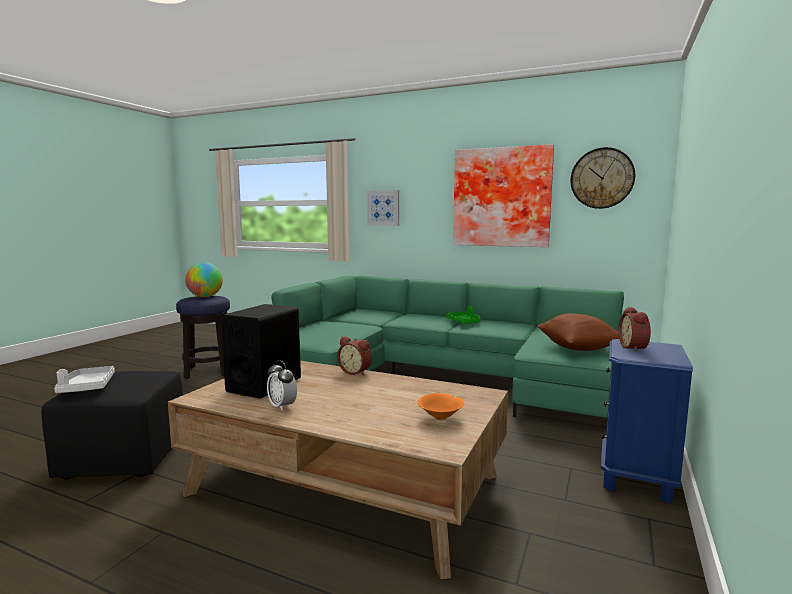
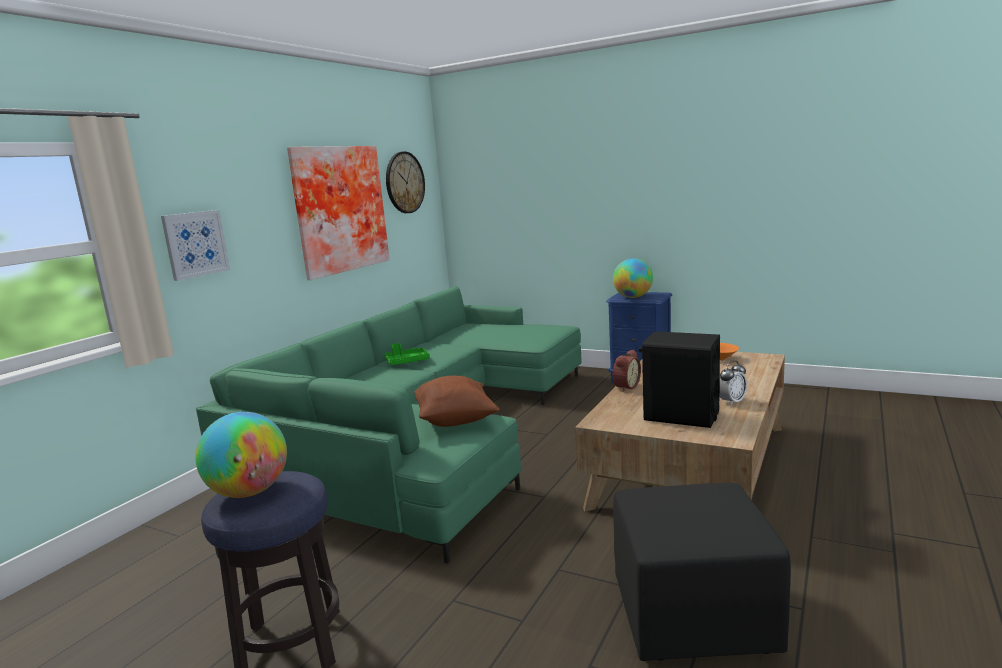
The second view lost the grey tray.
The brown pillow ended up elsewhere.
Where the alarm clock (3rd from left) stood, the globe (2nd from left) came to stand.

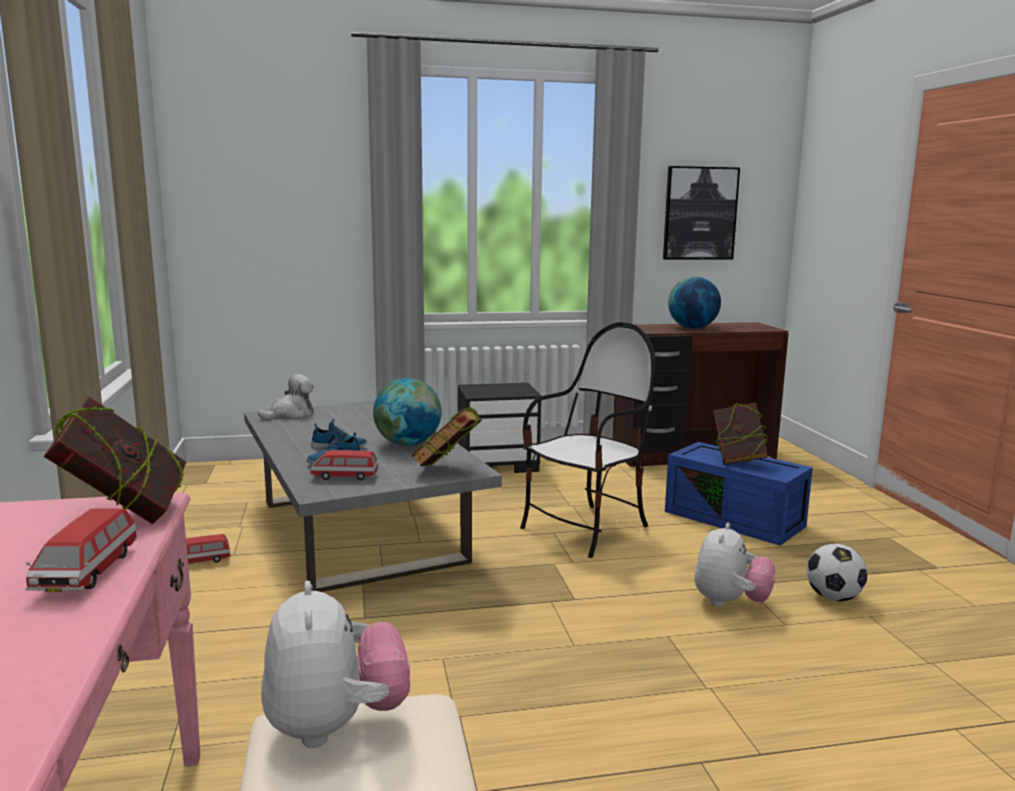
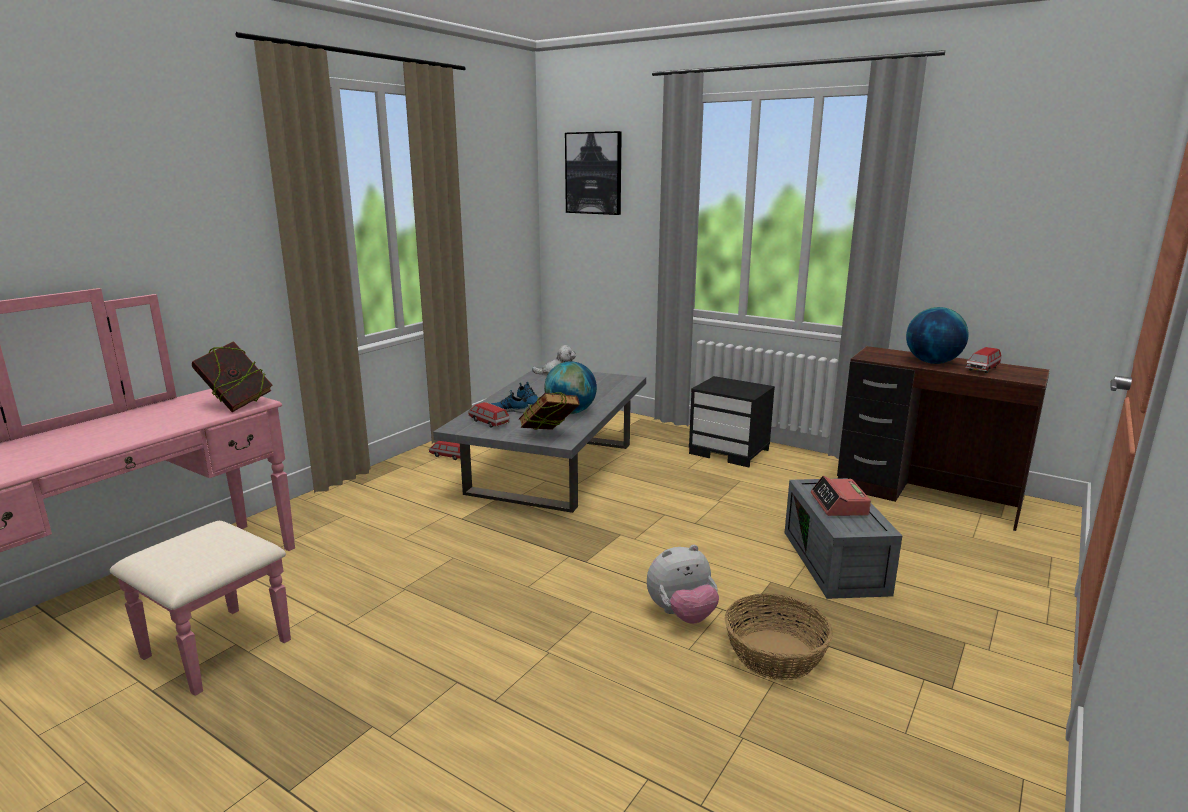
The second view lost the plush toy (2nd from left).
The second view lost the chair.
The toy car (1st from left in the first image) ended up elsewhere.
The picture ended up elsewhere.
Where the book (3rd from left) stood, the alarm clock came to stand.
Where the football stood, the basket came to stand.
What was the blue storage box turned into the grey storage box.

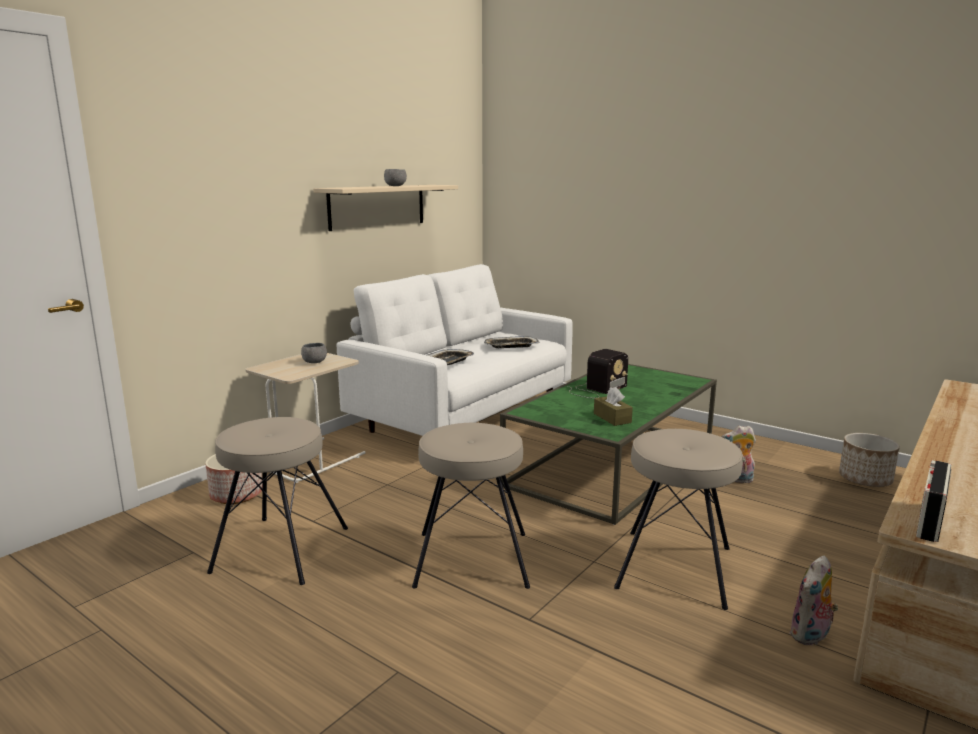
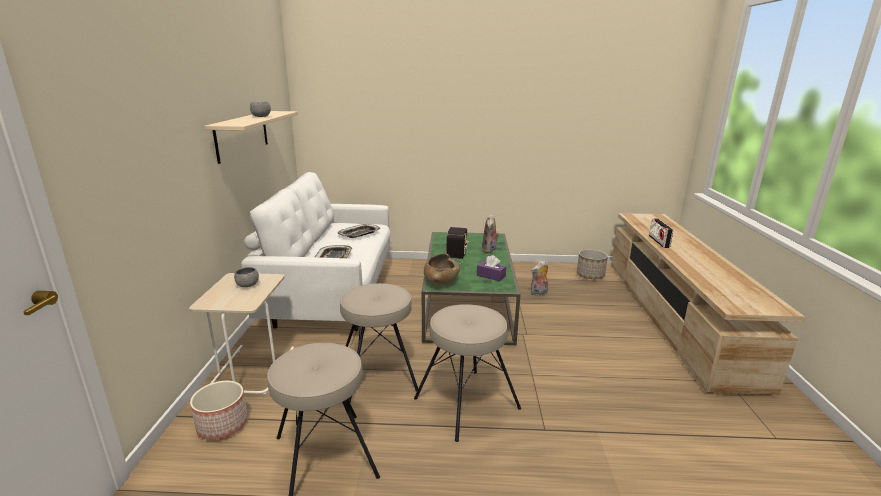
The second view gained the brown bowl.
The beige stool (3rd from left in the first image) ended up elsewhere.
The plush toy (2nd from left in the first image) ended up elsewhere.
The radio (2nd from left) ended up elsewhere.
What was the brown tissue box turned into the purple tissue box.

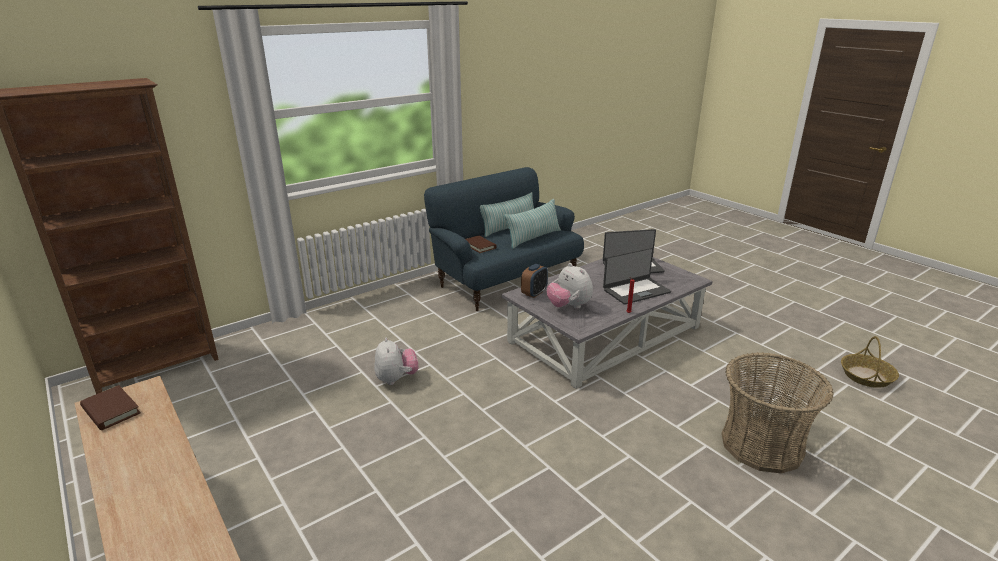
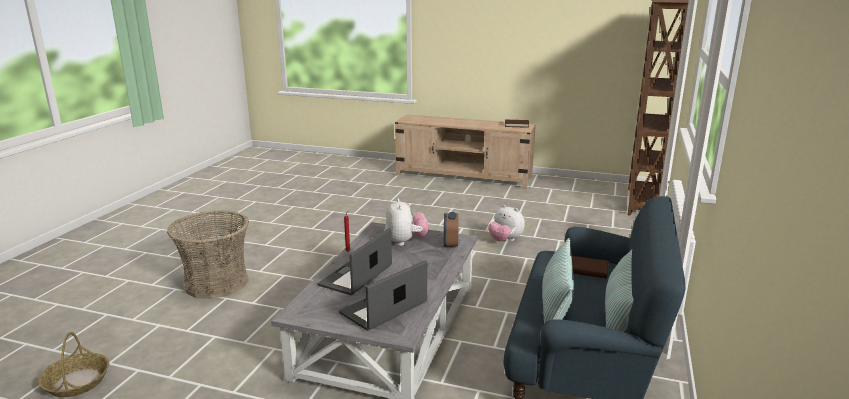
The plush toy (2nd from left in the first image) ended up facing another way, 60 degrees clockwise from before.

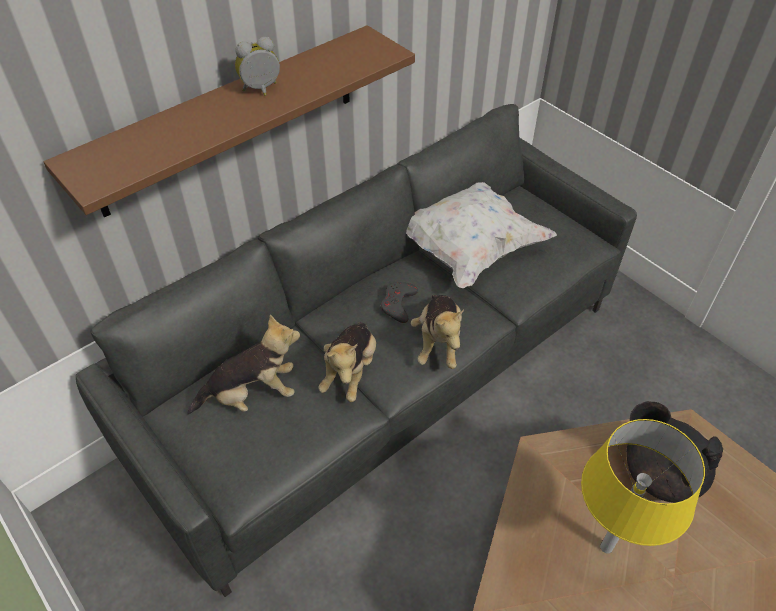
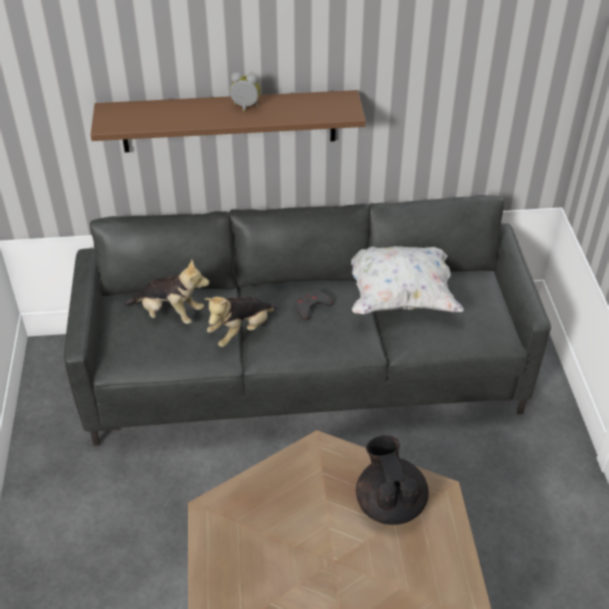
The second view lost the plush toy (3rd from left).
The second view lost the yellow table lamp.

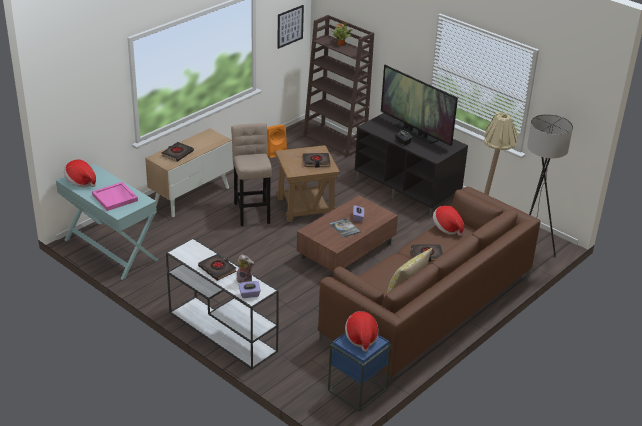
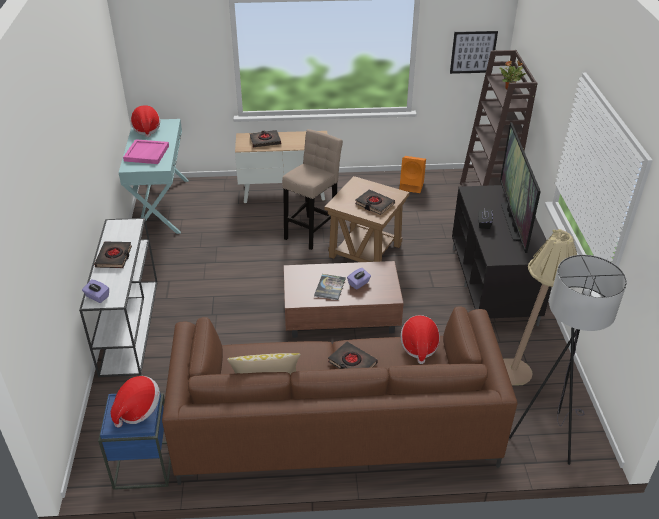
The second view lost the plush toy.

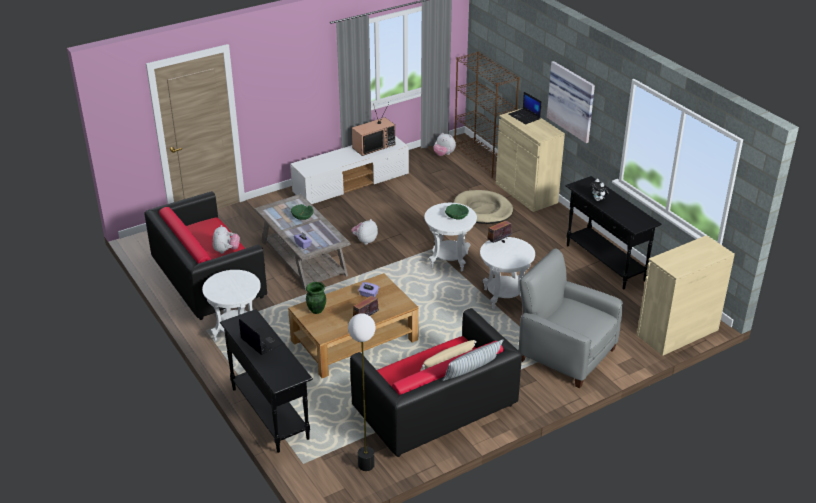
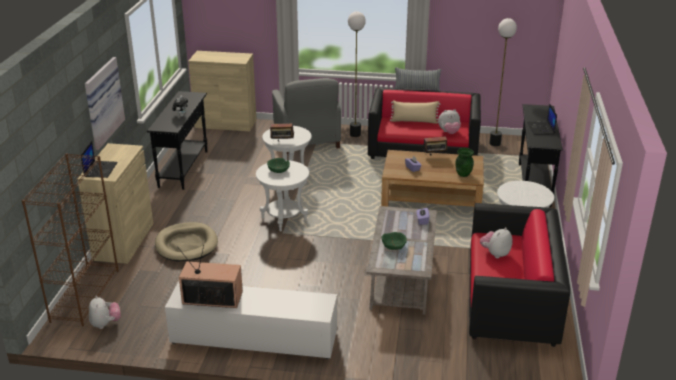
The second view gained the floor lamp (1st from left).
The plush toy (2nd from left in the first image) ended up elsewhere.

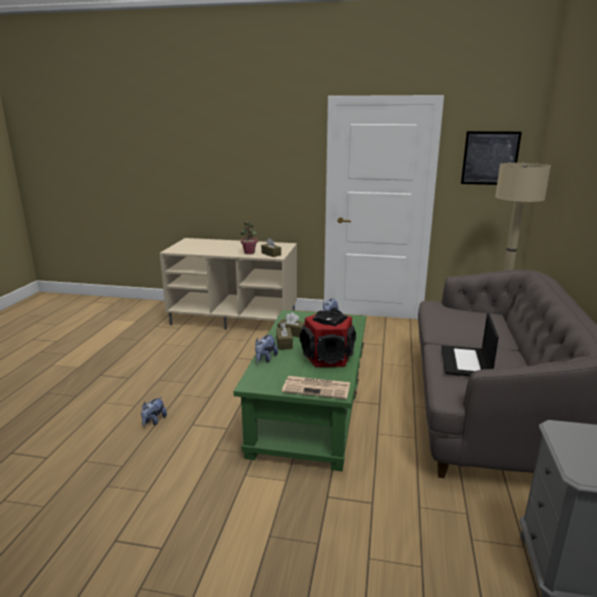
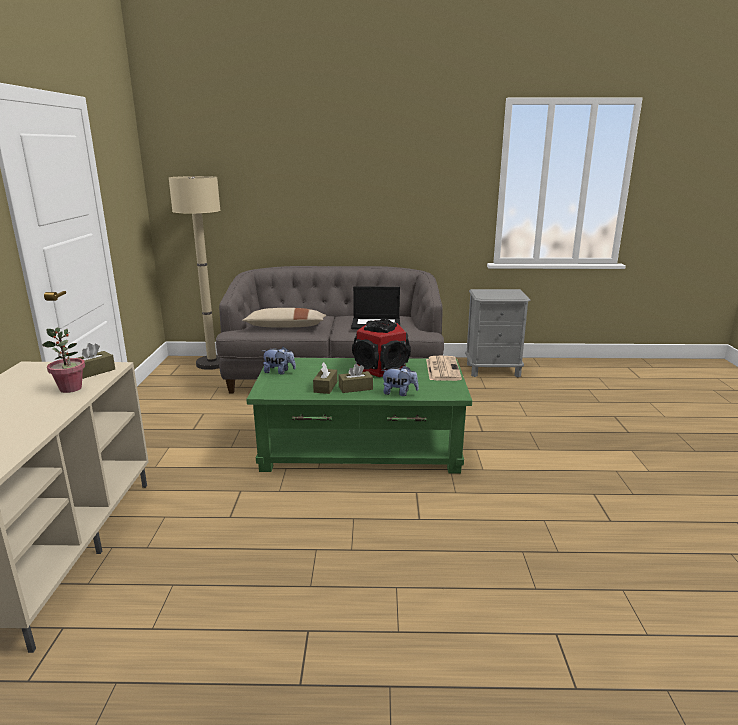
The second view lost the plush toy (1st from left).
The second view lost the picture.
The second view gained the beige pillow.

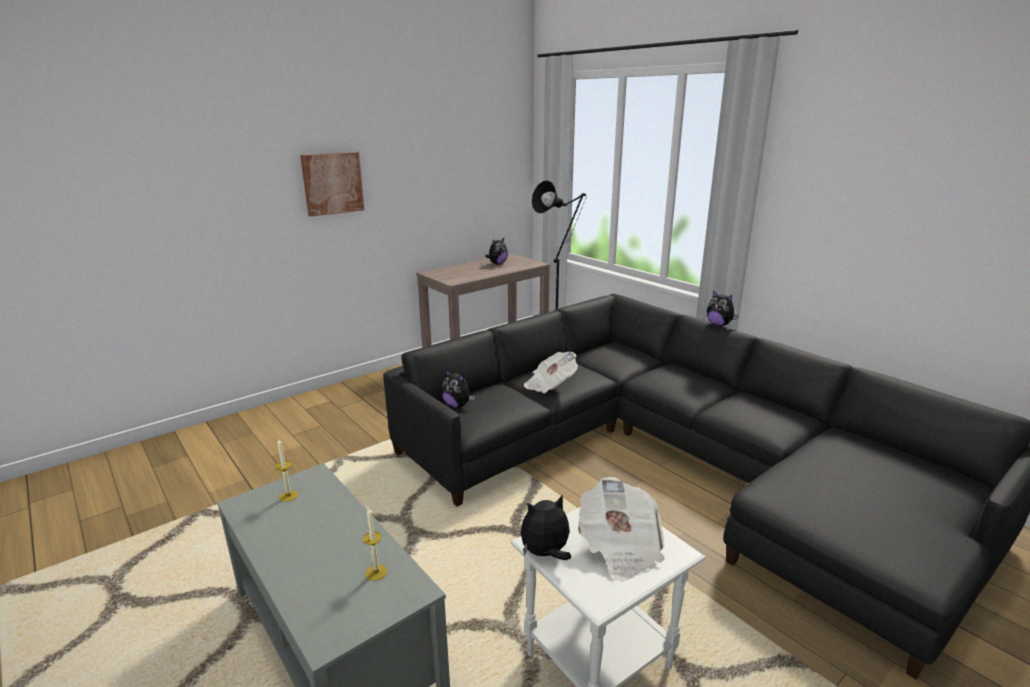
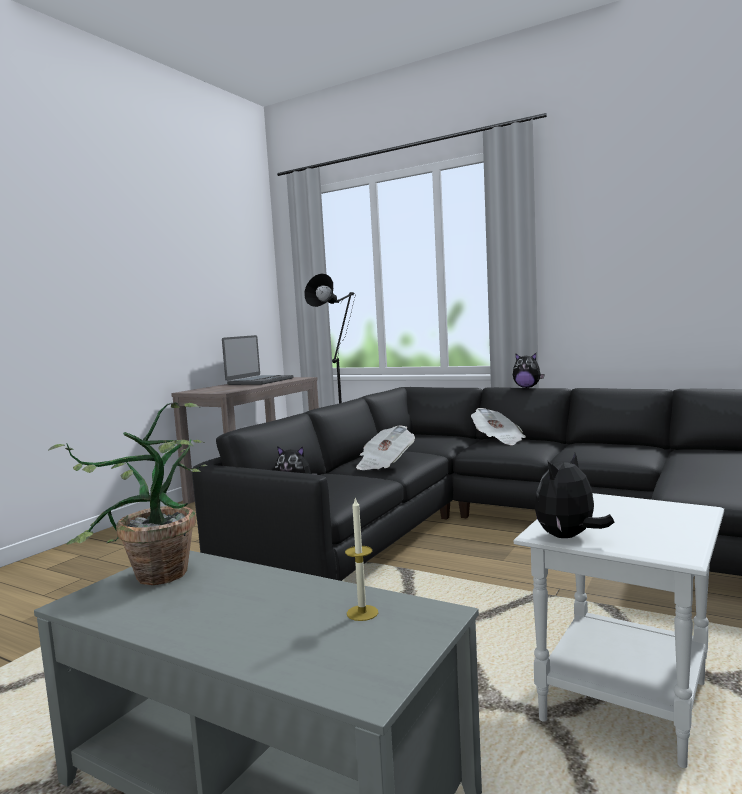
The second view lost the picture.
The newspaper (2nd from left) ended up elsewhere.
Where the candle (1st from left) stood, the potted plant came to stand.
Where the plush toy (2nd from left) stood, the laptop came to stand.

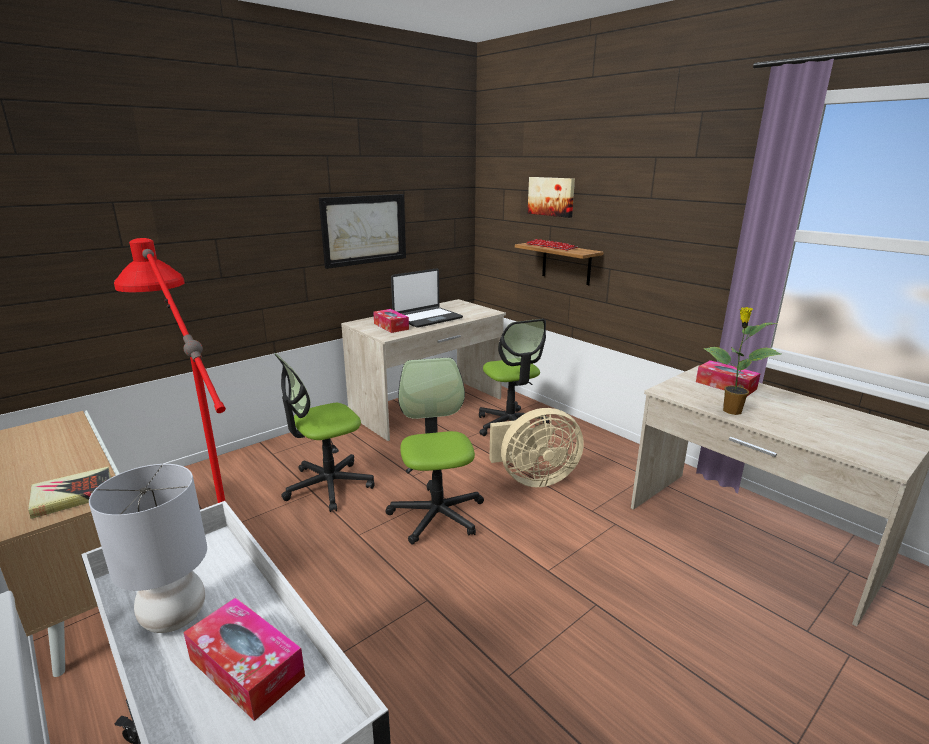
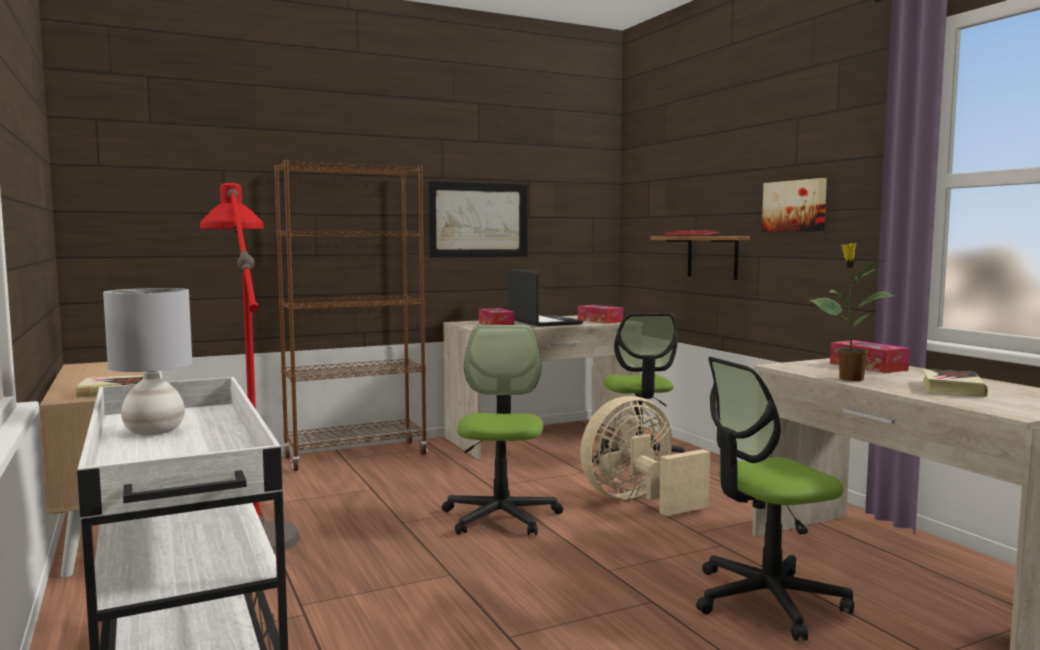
The second view gained the brown bookcase.
The second view gained the book (2nd from left).
The tissue box (1st from left in the first image) ended up elsewhere.
The office chair (1st from left in the first image) ended up elsewhere.
The picture (2nd from left) ended up elsewhere.
The laptop ended up facing another way, 90 degrees counterclockwise from before.
The beige fan ended up facing another way, 150 degrees clockwise from before.

